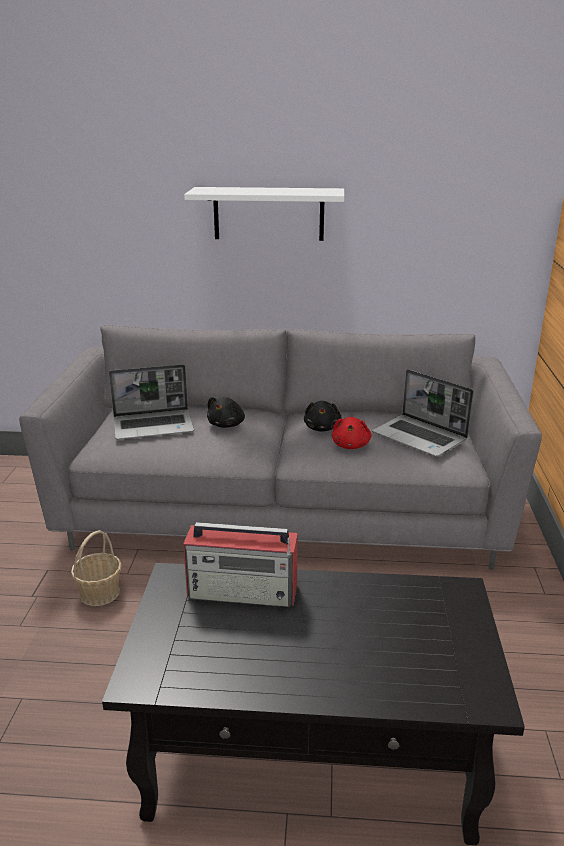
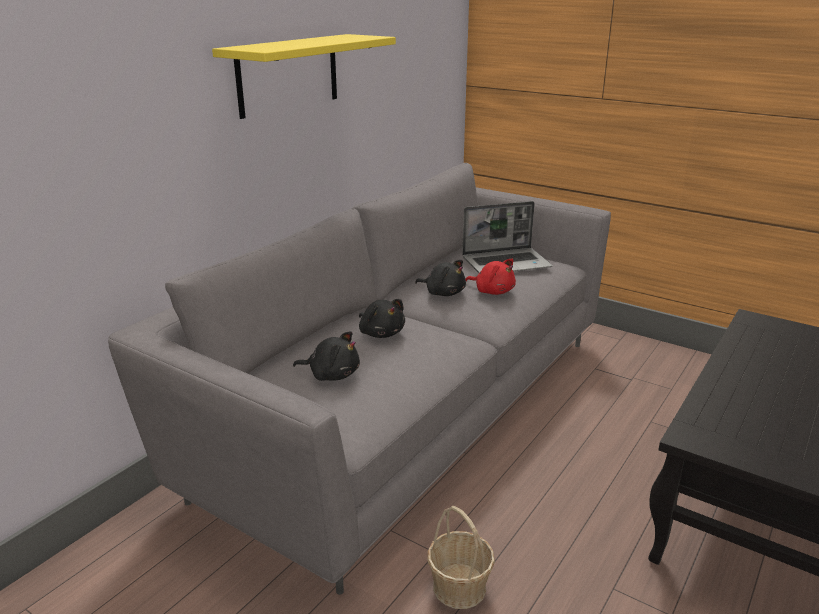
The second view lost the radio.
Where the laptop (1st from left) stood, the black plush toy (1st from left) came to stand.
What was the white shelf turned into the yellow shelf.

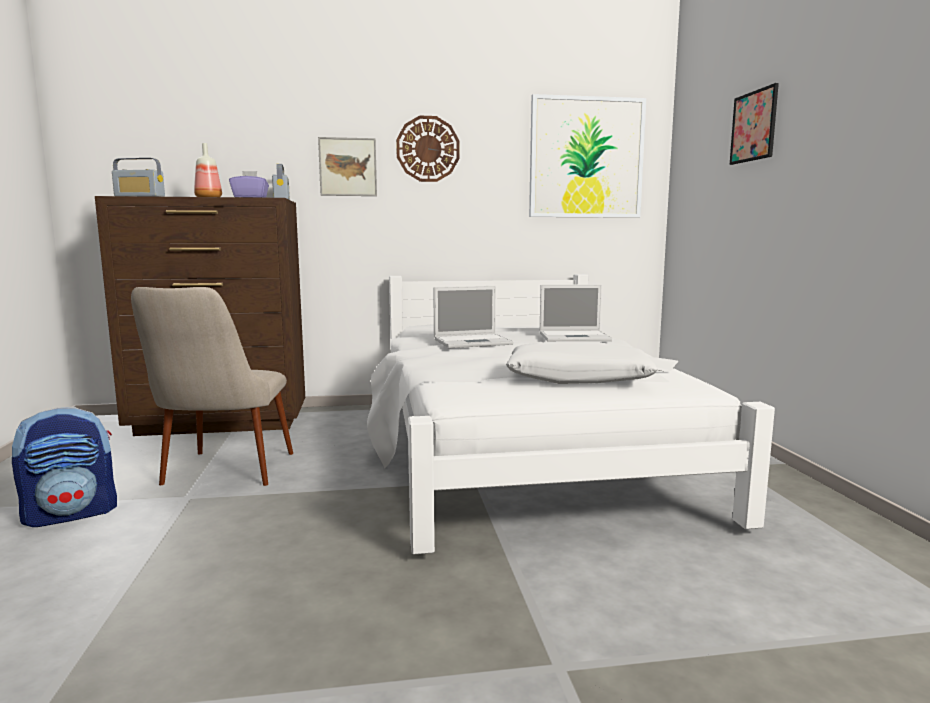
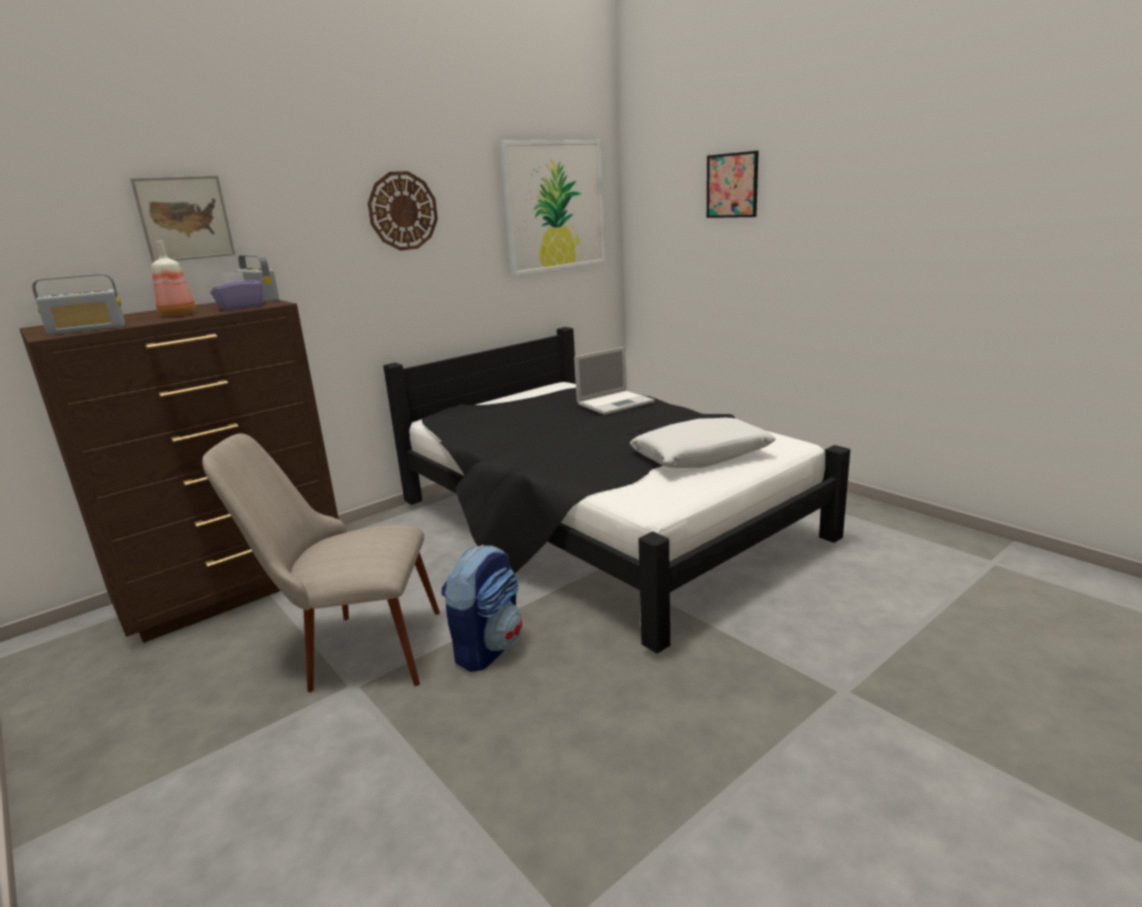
The second view lost the laptop (1st from left).
The backpack ended up elsewhere.
The picture (1st from left) ended up elsewhere.
What was the white bed turned into the black bed.
The beige chair ended up facing another way, 120 degrees clockwise from before.

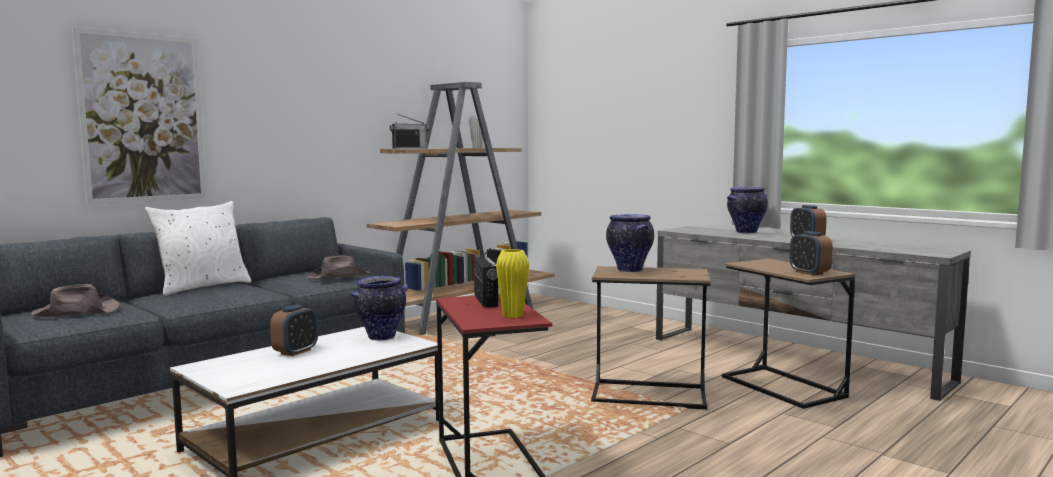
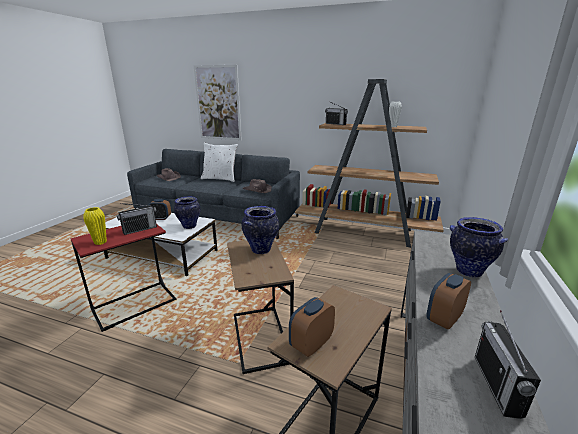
The second view gained the radio (3rd from left).

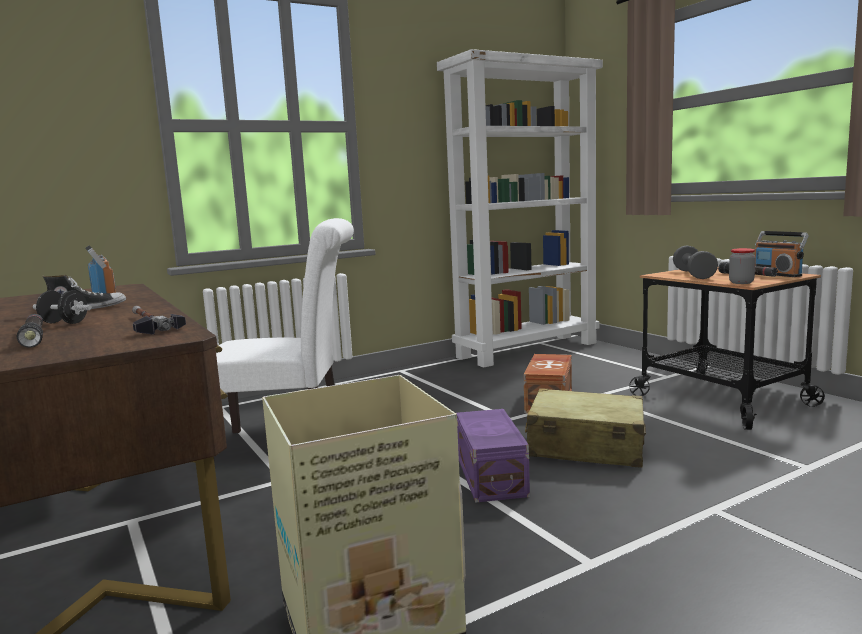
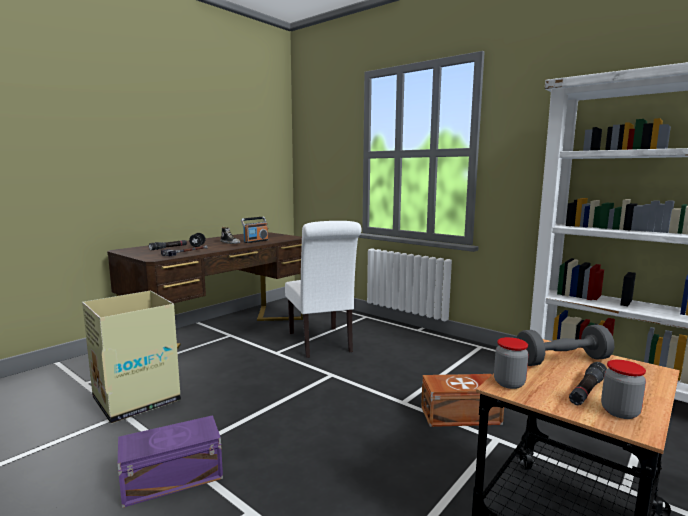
The second view lost the beige suitcase.
The purple storage box ended up elsewhere.
Where the radio (2nd from left) stood, the jar (2nd from left) came to stand.

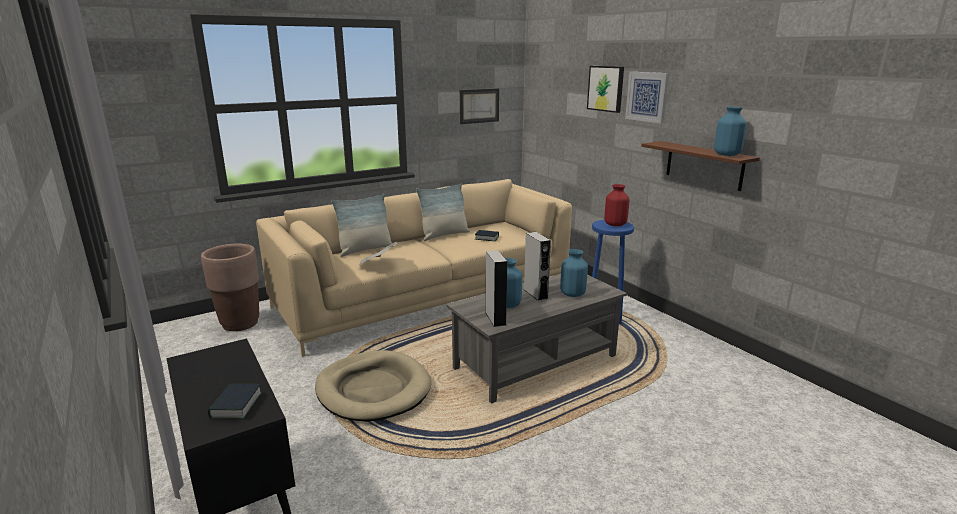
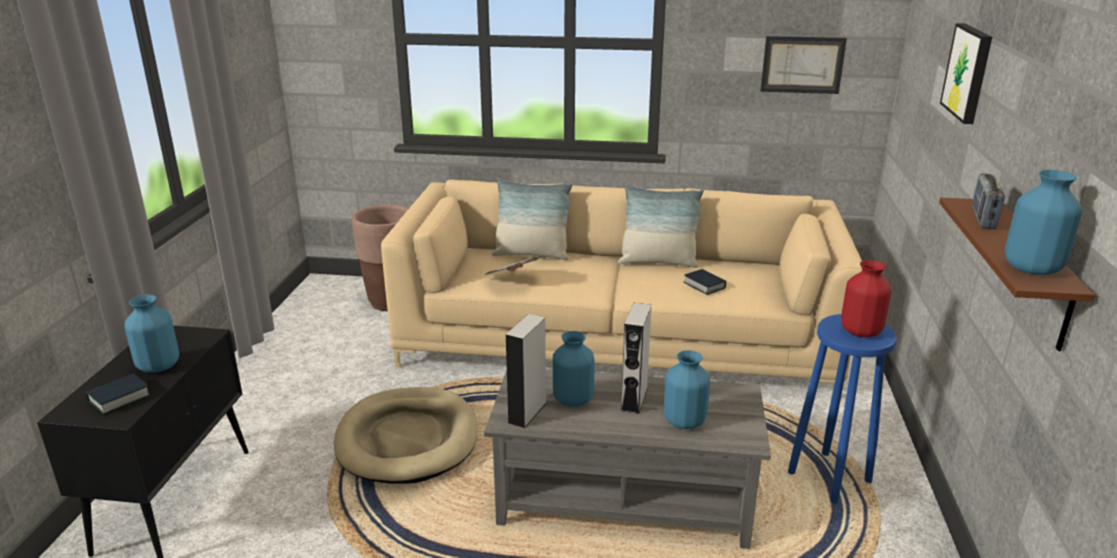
The second view lost the picture (3rd from left).
The second view gained the blue vase (1st from left).
The second view gained the radio.

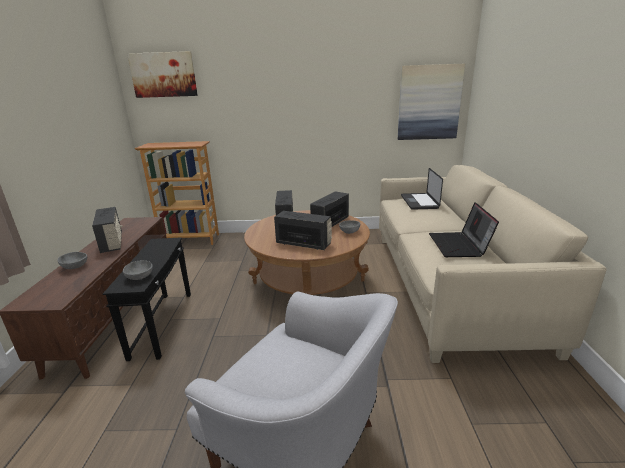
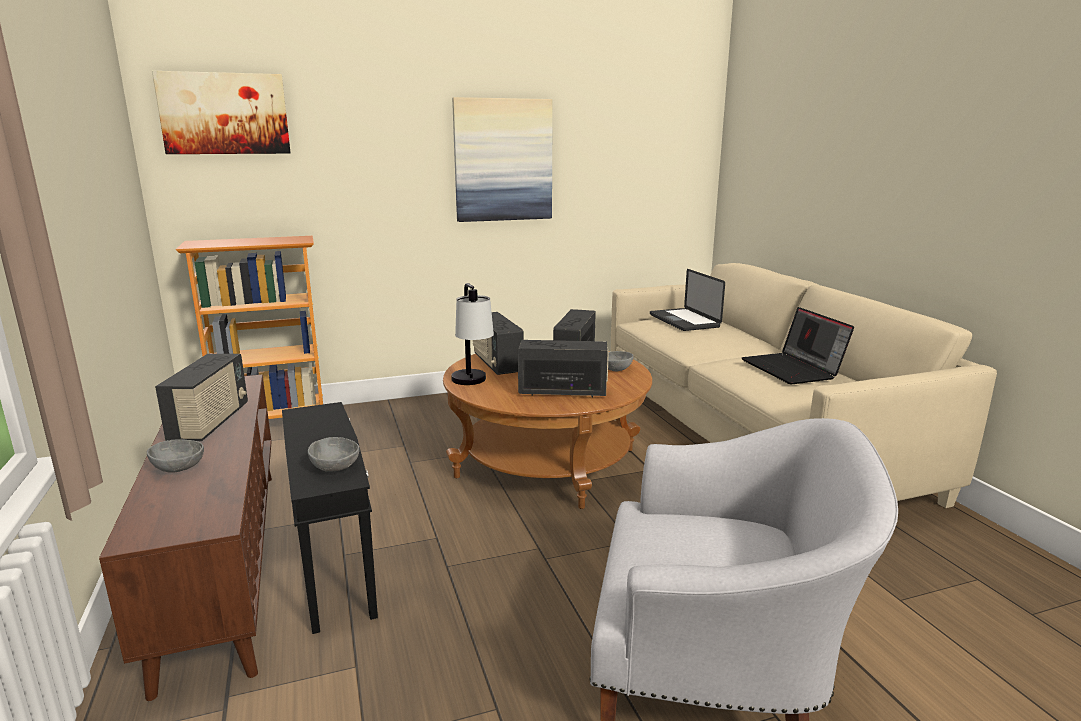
The second view gained the table lamp.
The picture (2nd from left) ended up elsewhere.
The radio (1st from left) ended up facing another way, 45 degrees clockwise from before.

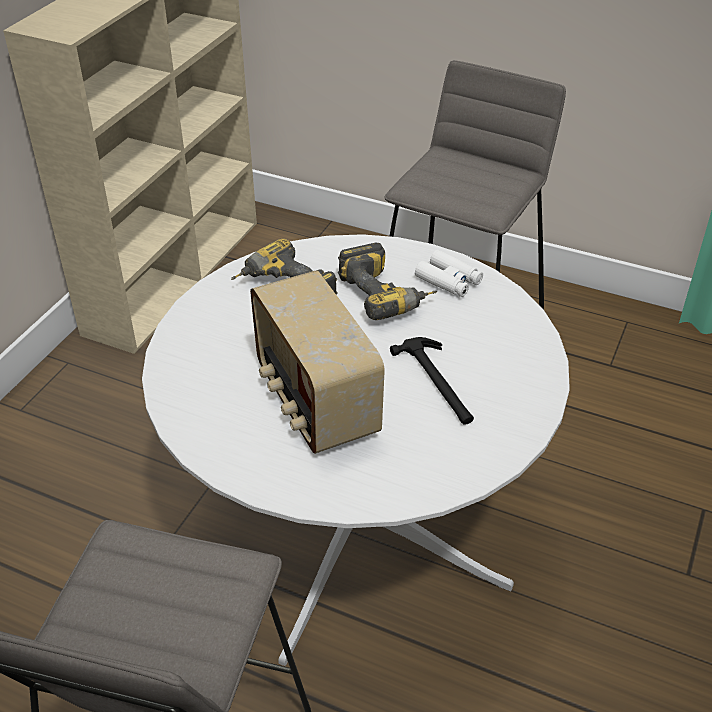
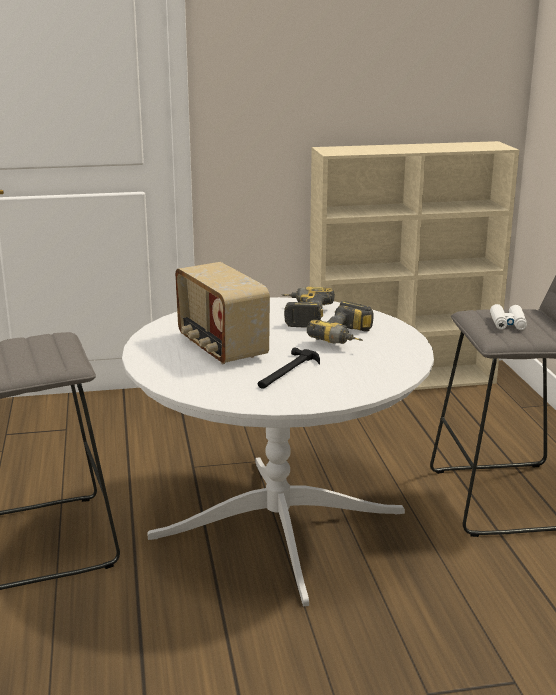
The white binoculars ended up elsewhere.
The radio ended up facing another way, 60 degrees counterclockwise from before.

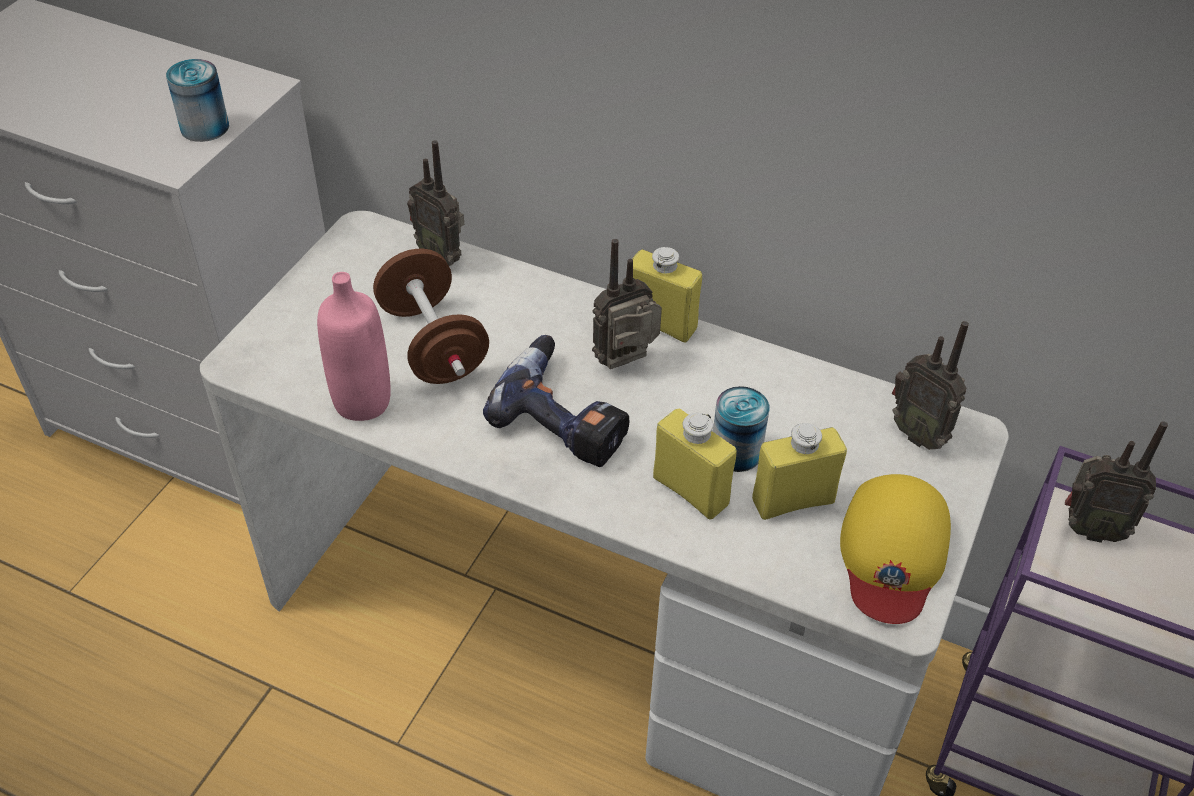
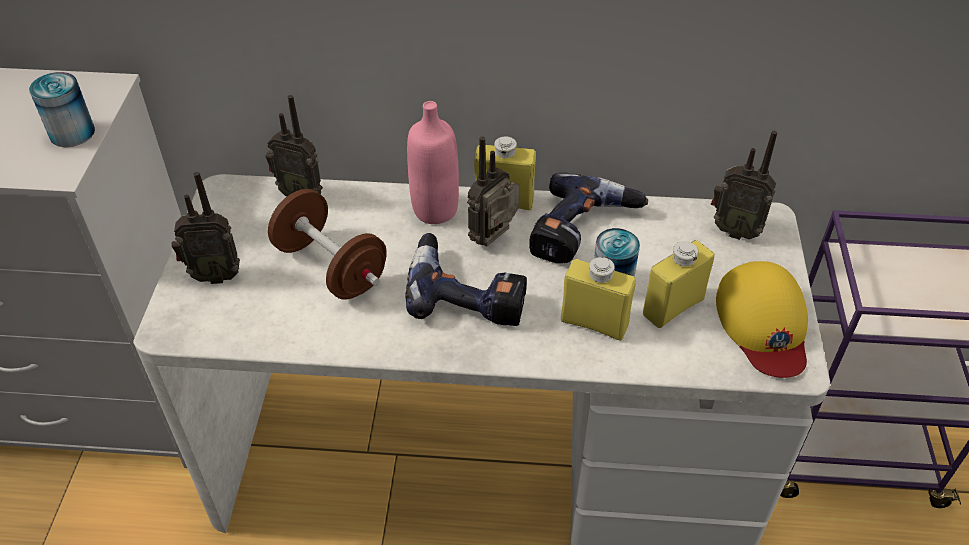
The second view gained the power drill (2nd from left).
The pink bottle ended up elsewhere.
The radio (4th from left in the first image) ended up elsewhere.

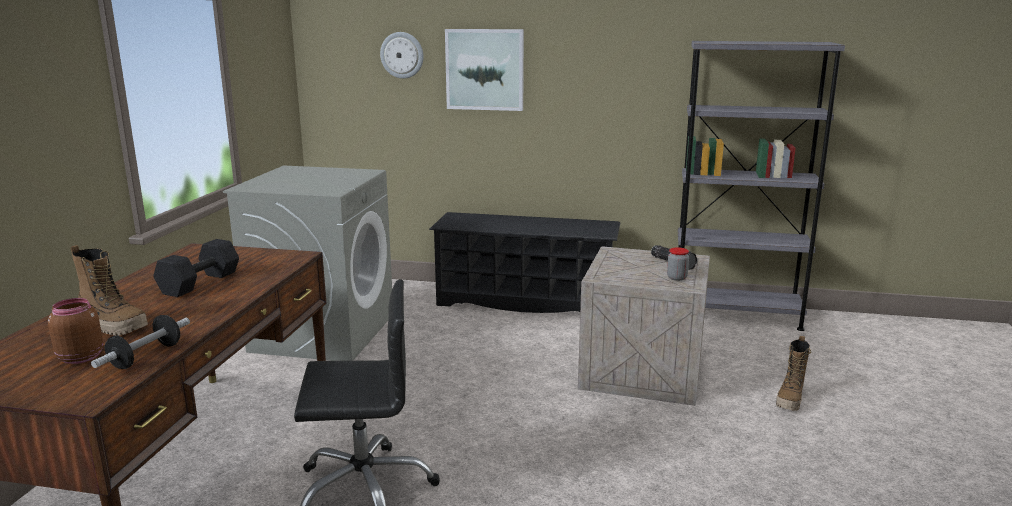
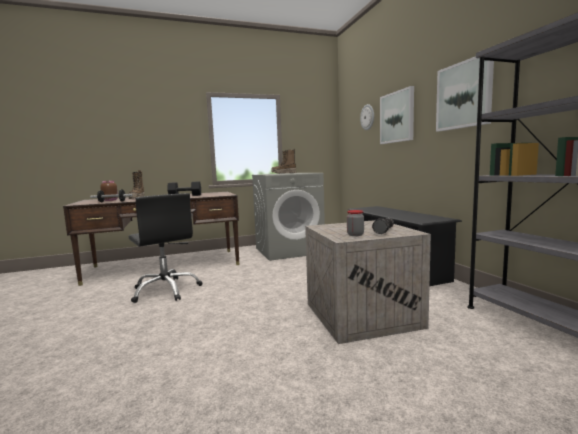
The second view gained the picture (2nd from left).
The boot (2nd from left) ended up elsewhere.

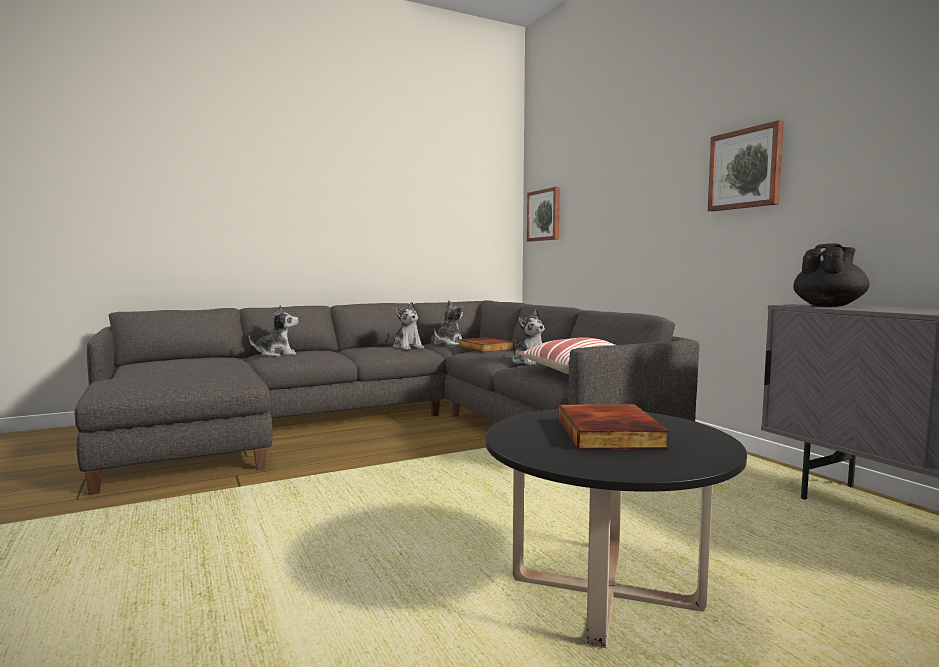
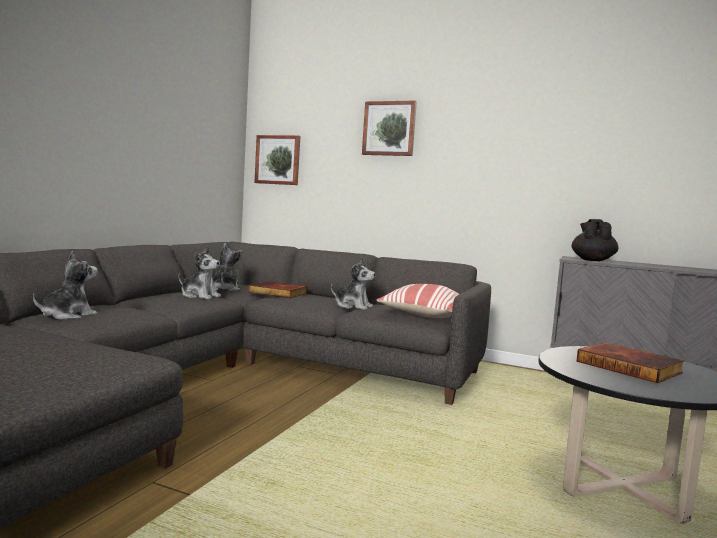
The picture (2nd from left) ended up elsewhere.

